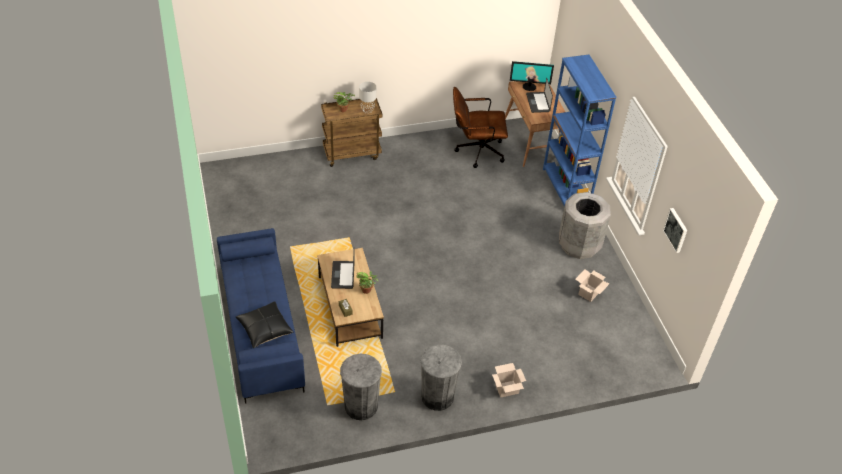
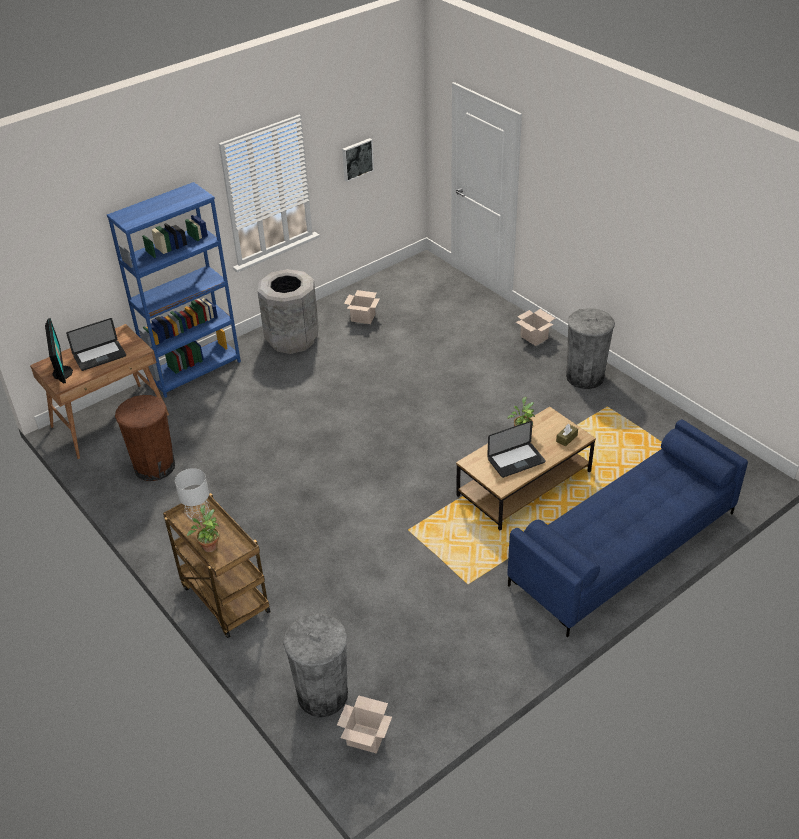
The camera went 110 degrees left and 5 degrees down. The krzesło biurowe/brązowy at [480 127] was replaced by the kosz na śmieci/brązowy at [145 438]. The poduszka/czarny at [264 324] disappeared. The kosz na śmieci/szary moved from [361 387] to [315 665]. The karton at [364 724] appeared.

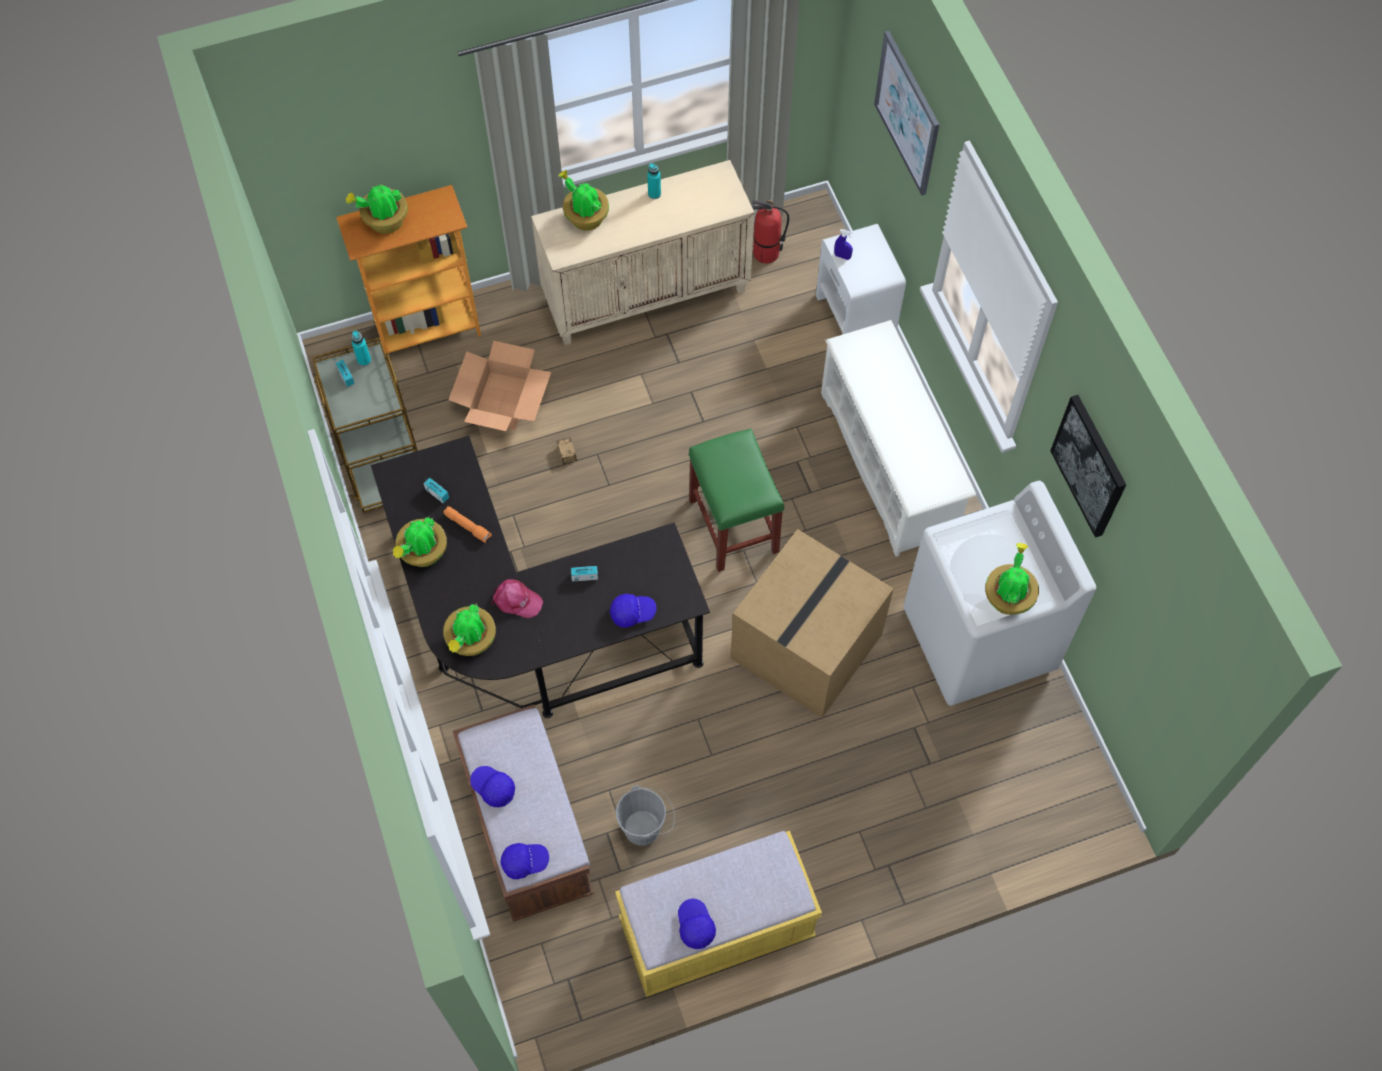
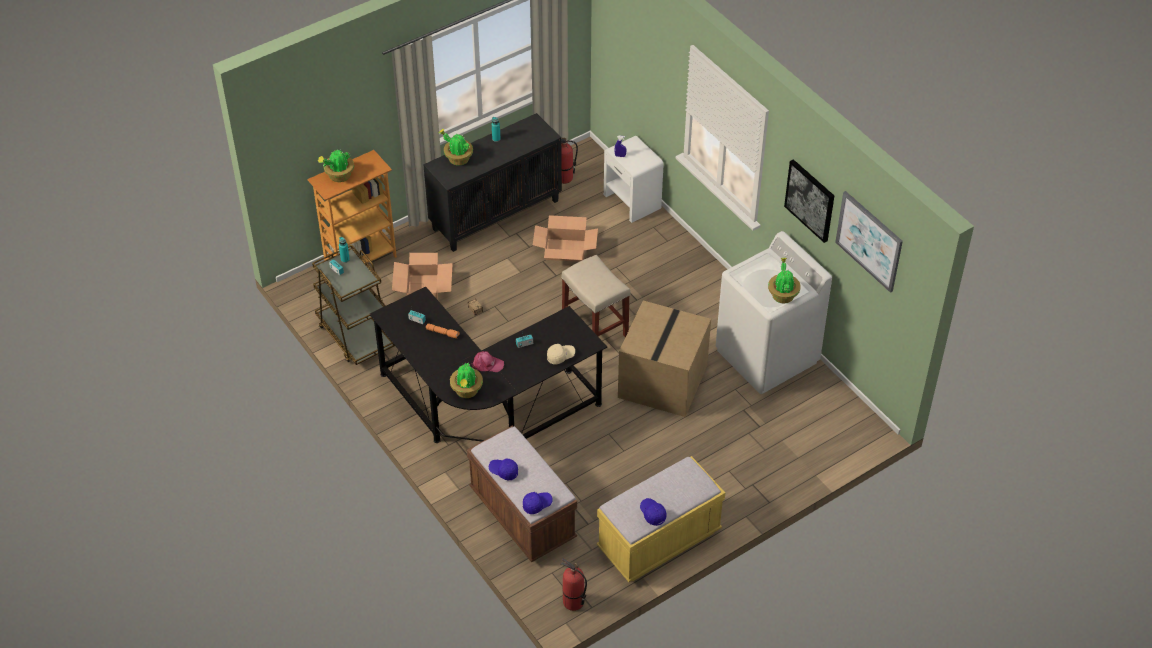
The camera went 15 degrees left and 15 degrees down. The obraz moved from [906 113] to [869 242]. The szafka/beżowy at [642 252] became the szafka/czarny at [492 182]. The regał na buty/biały at [899 438] disappeared. The stołek/zielony at [736 500] became the stołek/beżowy at [596 296]. The roślina doniczkowa at [420 542] disappeared. The czapka z daszkiem/niebieski at [633 611] became the czapka z daszkiem/beżowy at [561 354]. The wiadro/szary at [645 815] disappeared. The karton at [565 238] appeared. The gaśnica at [574 584] appeared.

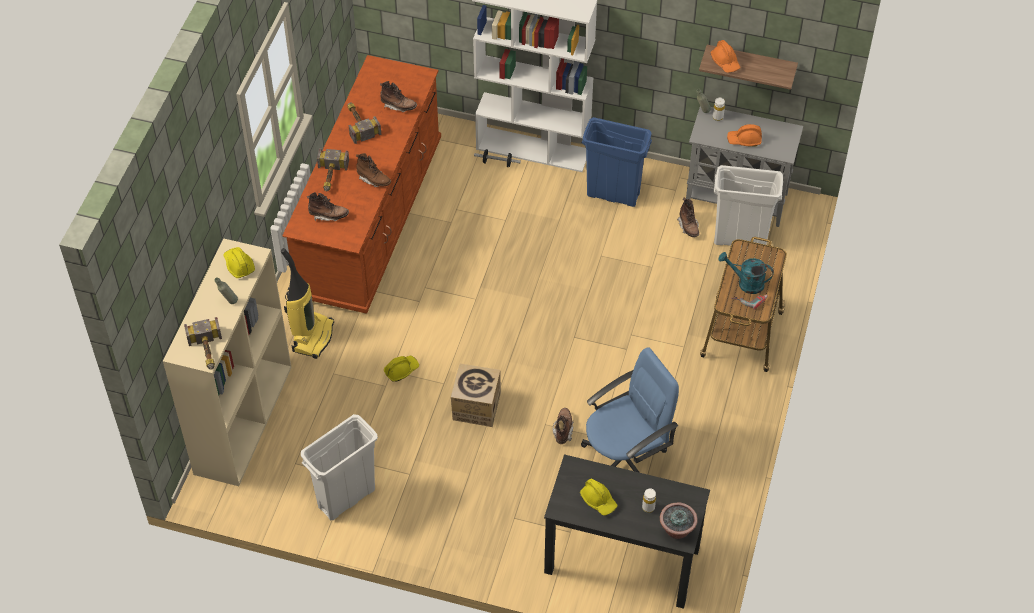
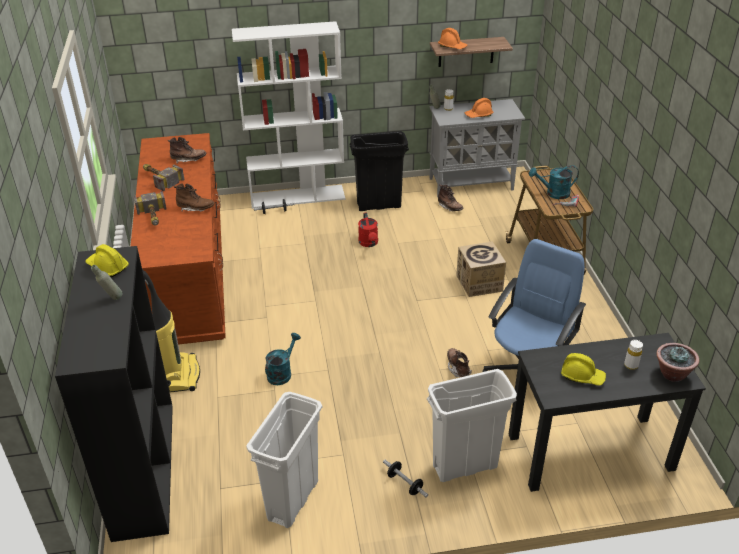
The camera went 25 degrees left and 15 degrees down. The kosz na śmieci/niebieski at [616 162] became the kosz na śmieci/czarny at [379 171]. The kosz na śmieci/biały moved from [748 206] to [472 425]. The but z cholewką/brązowy at [328 207] disappeared. The regał/beżowy at [227 362] became the regał/czarny at [114 394]. The młotek at [203 343] disappeared. The kask/żółty at [401 369] was replaced by the konewka/turkusowy at [283 359]. The karton moved from [476 395] to [481 269]. The konewka/czerwony at [368 229] appeared. The hantel at [405 479] appeared.

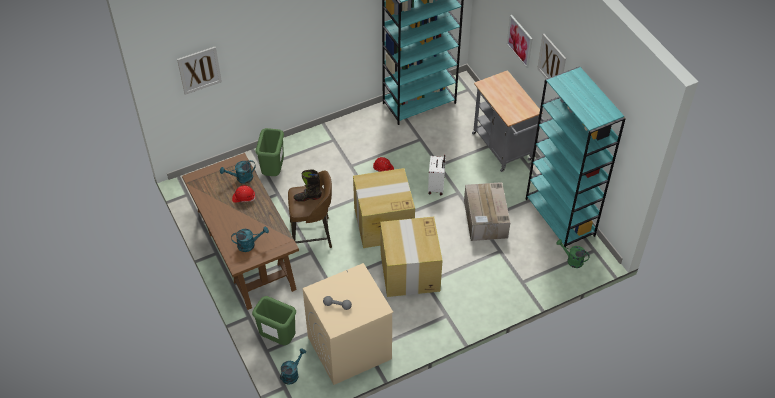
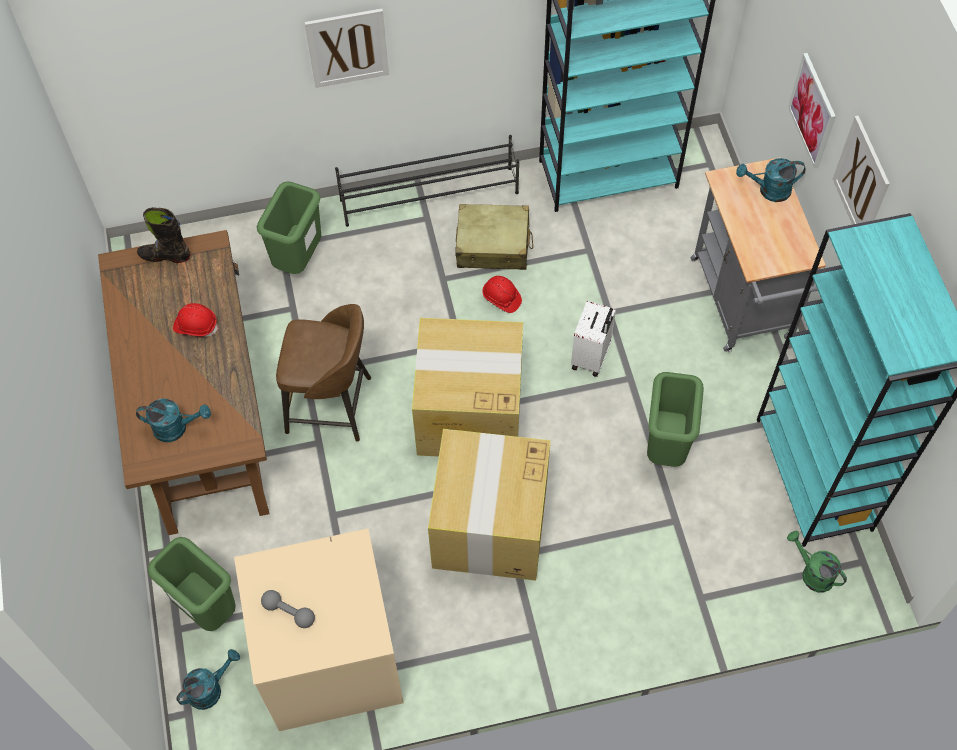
The camera went 15 degrees right and 10 degrees up. The obraz moved from [199 71] to [347 48]. The konewka/turkusowy moved from [238 172] to [771 180]. The but z cholewką/czarny moved from [308 185] to [163 235]. The karton at [487 211] was replaced by the kosz na śmieci/zielony at [675 419]. The regał na buty/czarny at [427 181] appeared. The walizka/beżowy at [494 237] appeared.

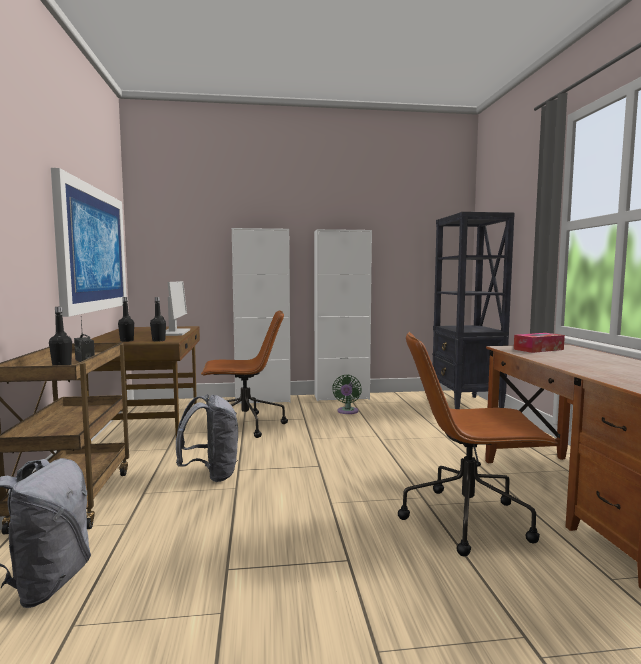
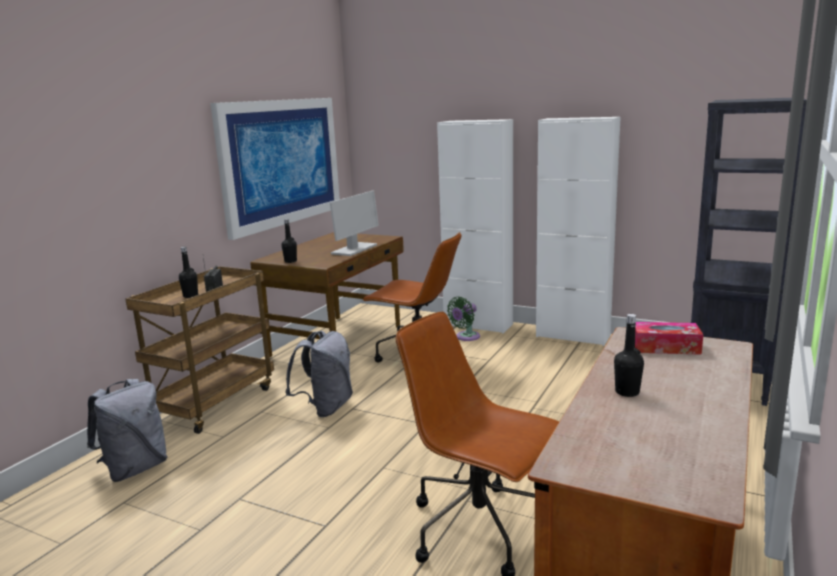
The camera went 35 degrees right and 10 degrees up. The butelka/czarny moved from [158 319] to [629 355]. The wentylator/zielony moved from [347 394] to [463 319].

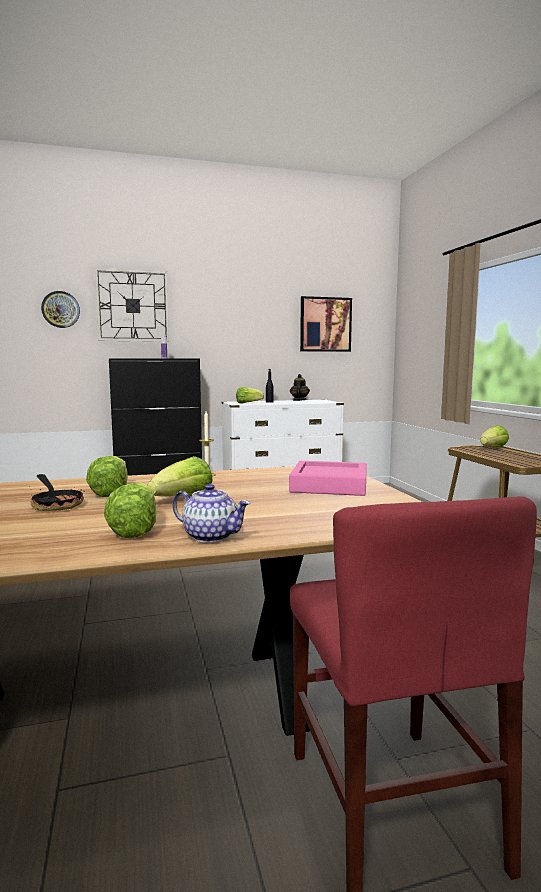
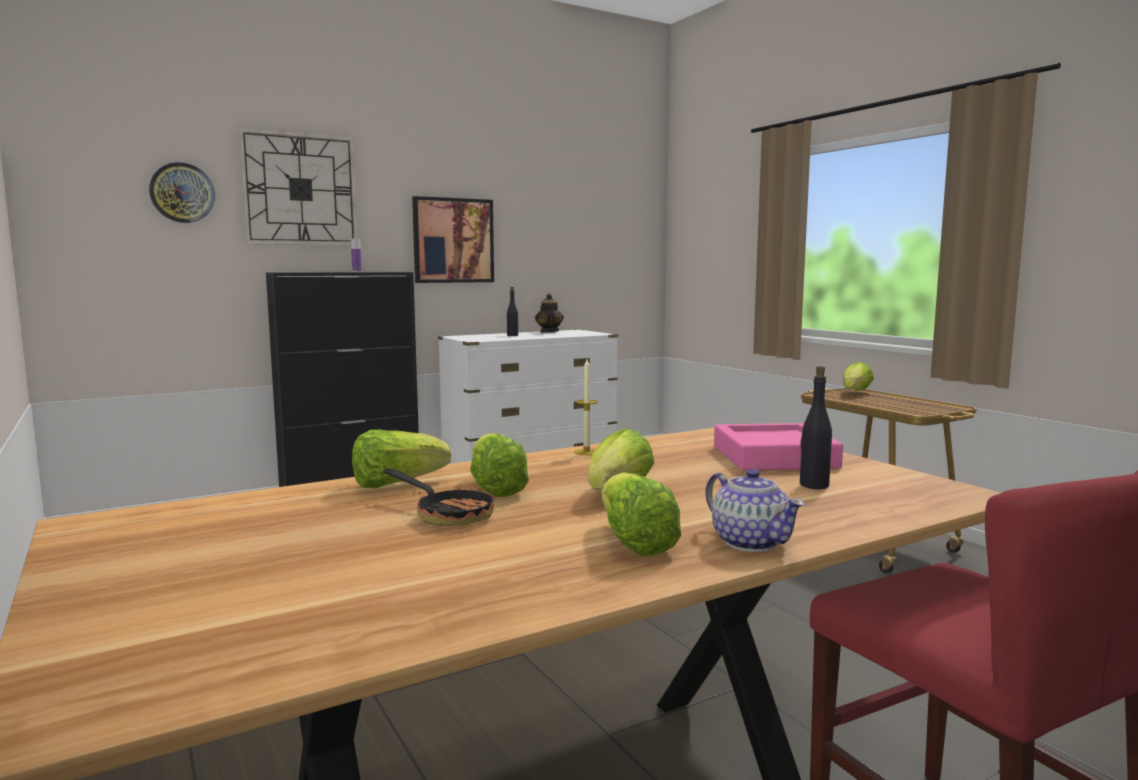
The camera went 15 degrees left and 0 degrees up. The obraz moved from [326 324] to [453 239]. The sałata moved from [250 395] to [401 459]. The imbryk at [211 513] turned 45 degrees clockwise. The butelka/czarny at [816 427] appeared.

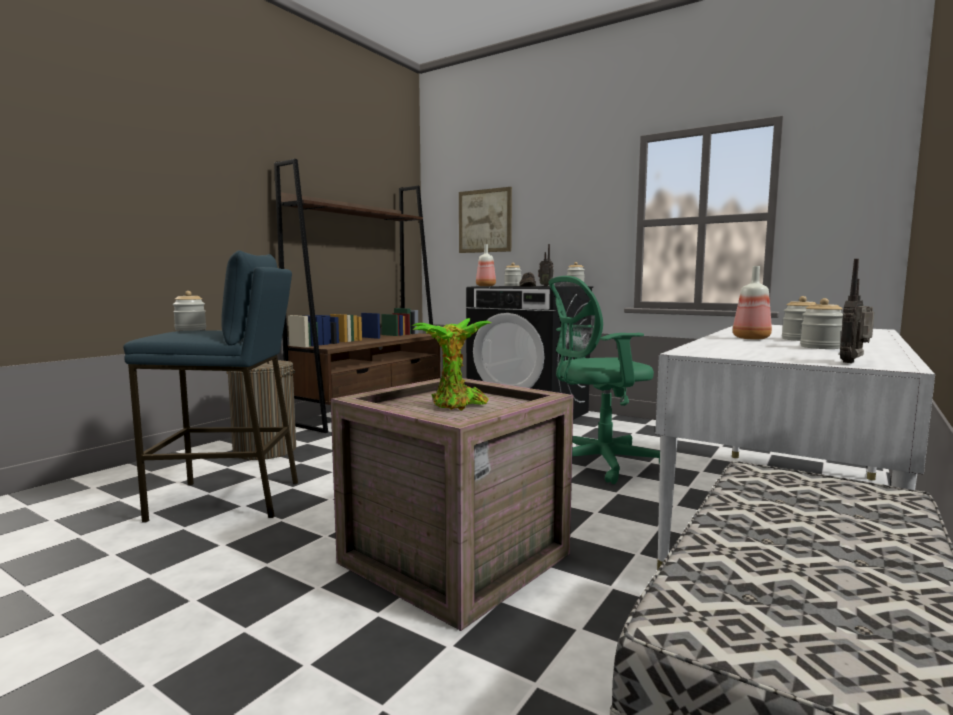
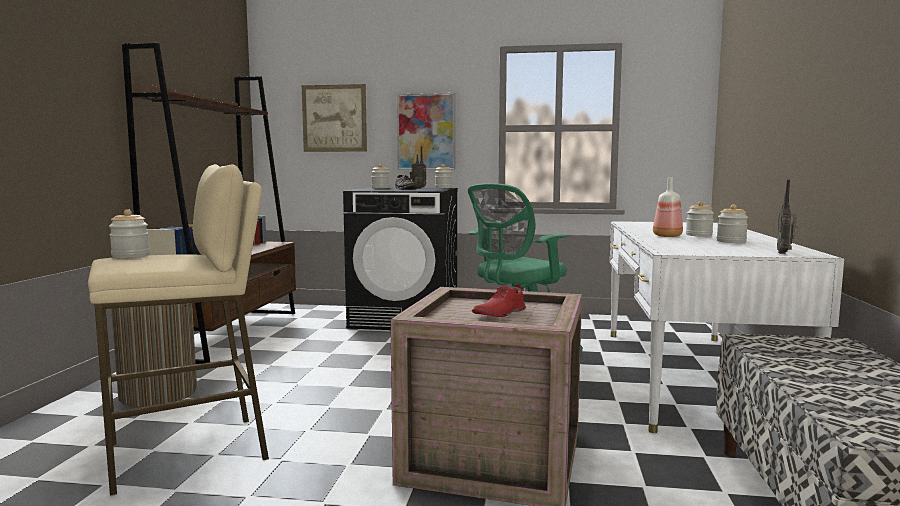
The camera went 25 degrees left and 0 degrees up. The butelka at [486 265] disappeared. The stołek/niebieski at [210 386] became the stołek/beżowy at [178 330]. The roślina doniczkowa at [452 364] was replaced by the but/czerwony at [499 300]. The obraz at [426 131] appeared.

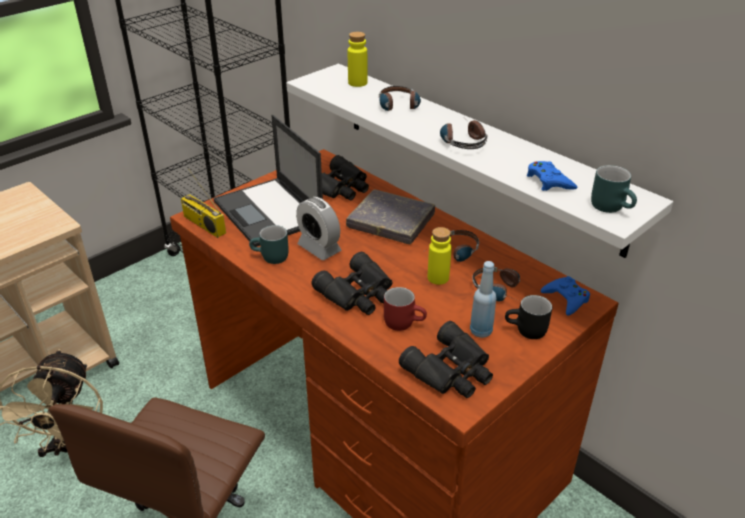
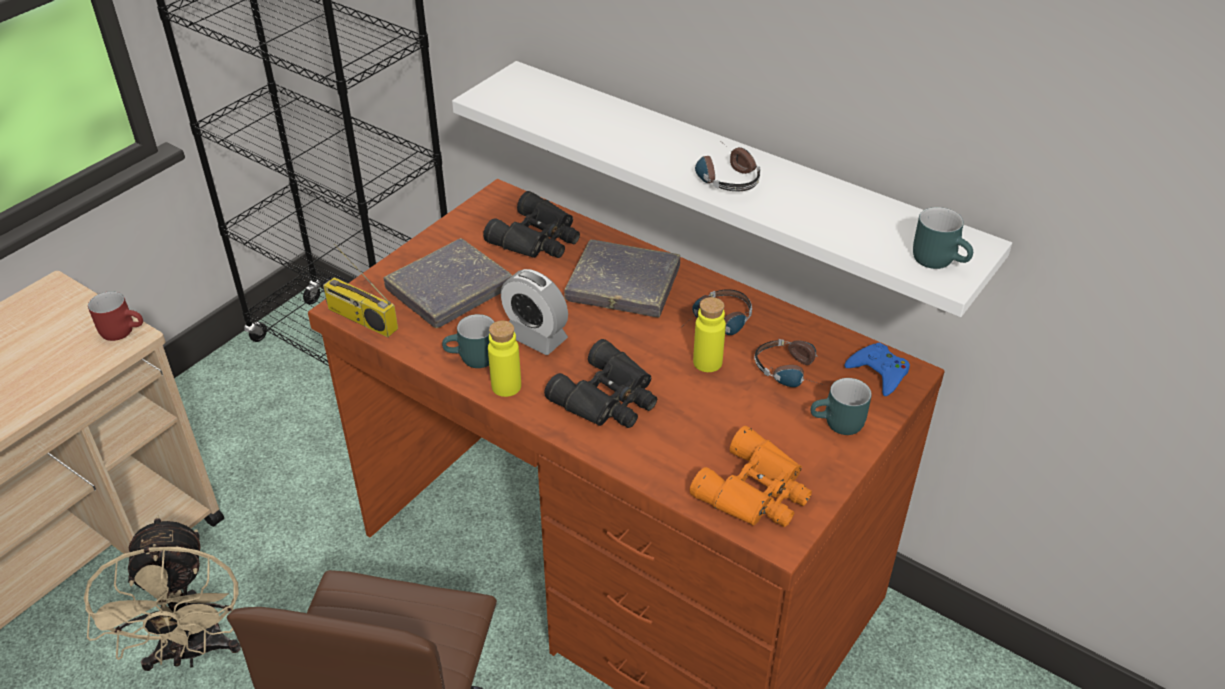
The camera went 10 degrees left and 5 degrees up. The butelka/żółty moved from [357 59] to [504 359]. The słuchawki at [400 98] disappeared. The laptop at [268 181] was replaced by the książka/szary at [447 283]. The pad do gier/niebieski at [552 176] disappeared. The butelka/niebieski at [483 299] disappeared. The kubek/czerwony moved from [405 309] to [115 316]. The kubek/czarny at [528 317] became the kubek/turkusowy at [841 406]. The lornetka/czarny at [446 359] became the lornetka/pomarańczowy at [751 476].

